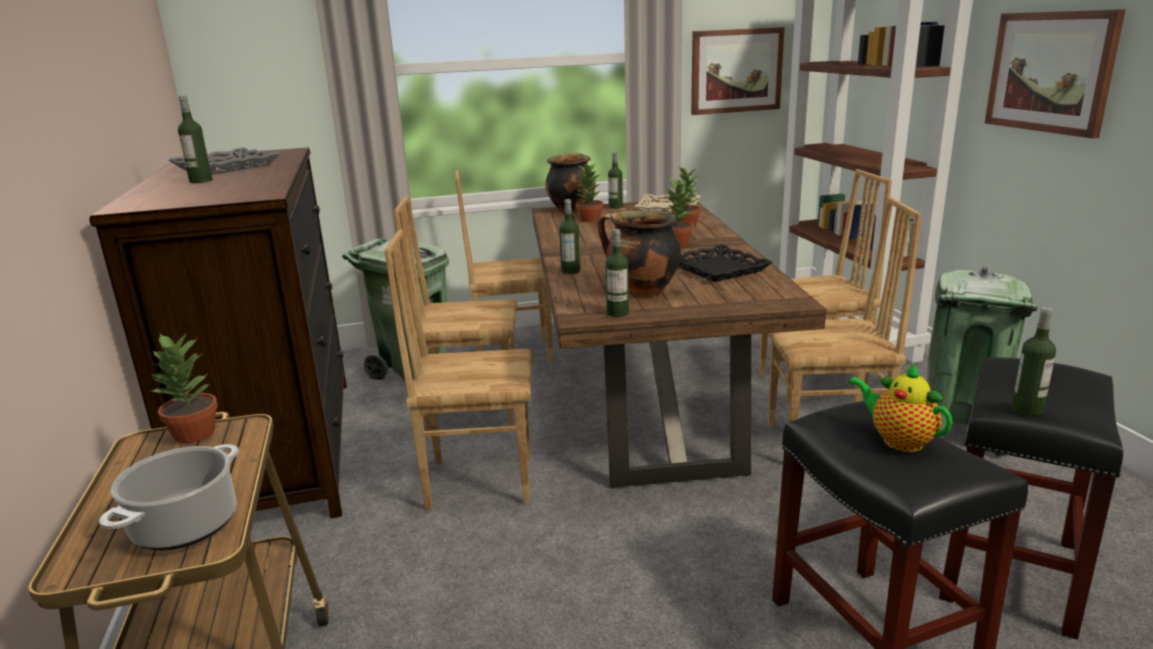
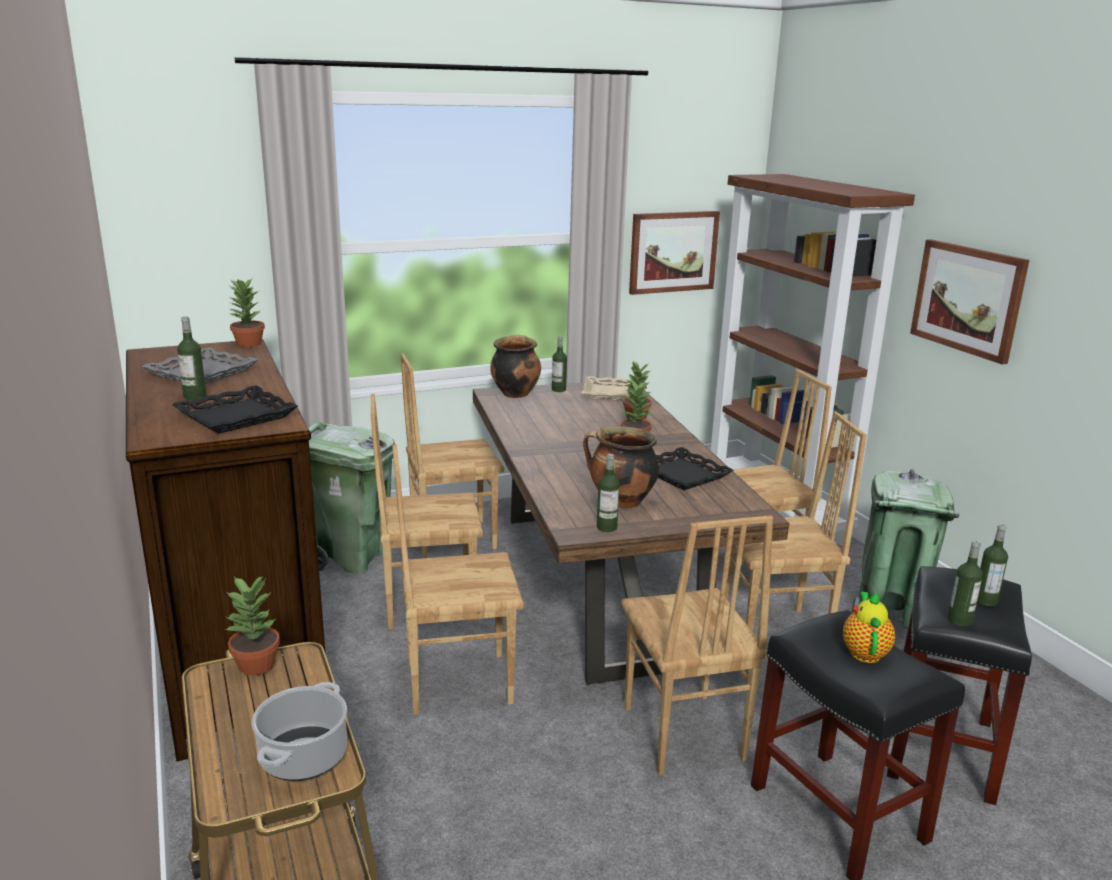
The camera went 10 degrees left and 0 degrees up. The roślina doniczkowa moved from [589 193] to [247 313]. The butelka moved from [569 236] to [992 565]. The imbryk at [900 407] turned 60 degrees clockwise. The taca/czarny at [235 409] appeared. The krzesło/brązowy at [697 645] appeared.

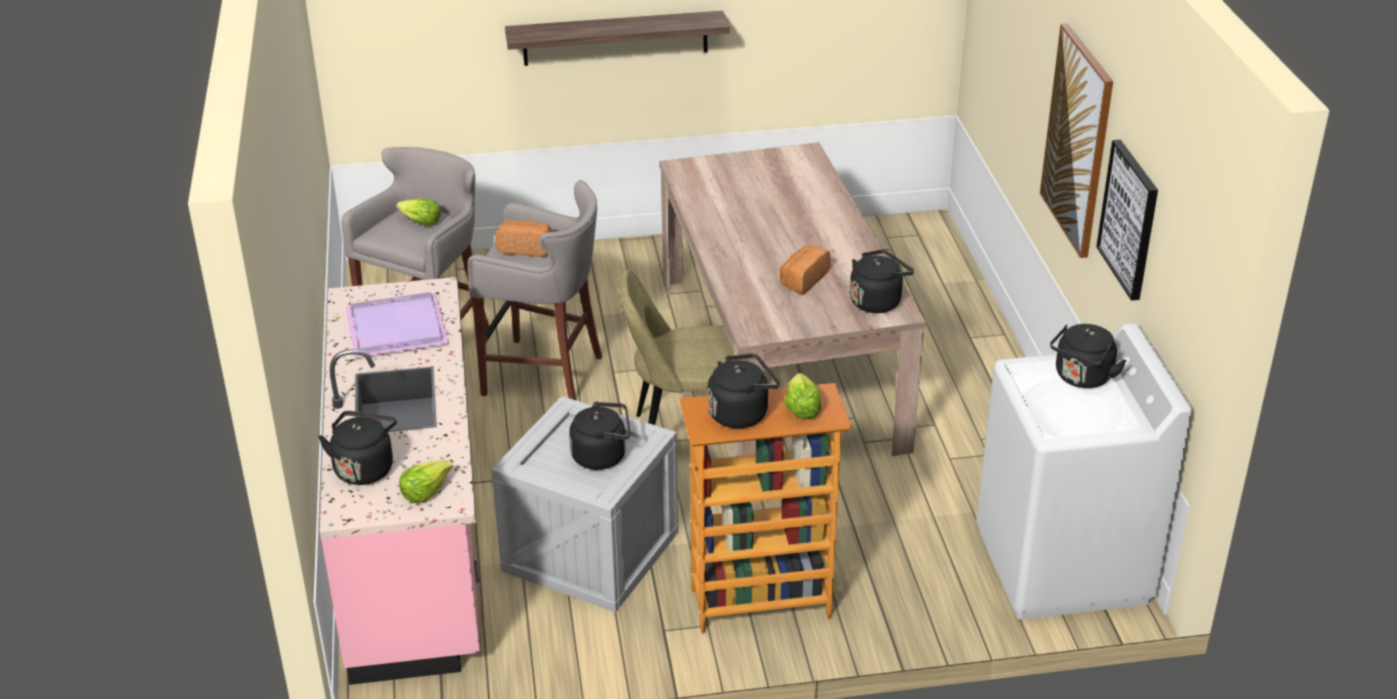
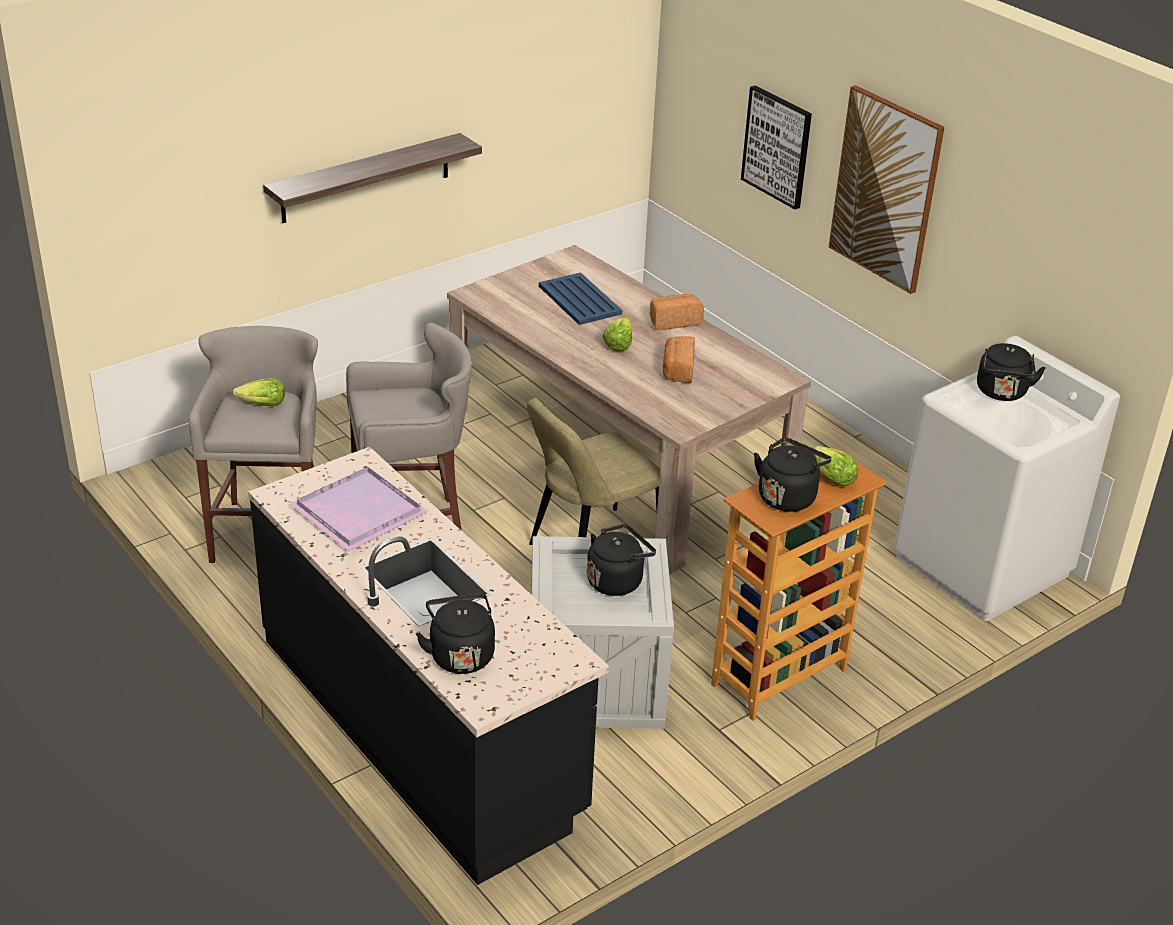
The camera went 30 degrees left and 0 degrees up. The obraz moved from [1127 220] to [776 147]. The chleb moved from [523 238] to [677 312]. The czajnik/czarny at [882 281] disappeared. The zabudowa kuchenna/różowy at [400 481] became the zabudowa kuchenna/czarny at [428 666]. The sałata moved from [426 481] to [617 334]. The taca/niebieski at [580 298] appeared.

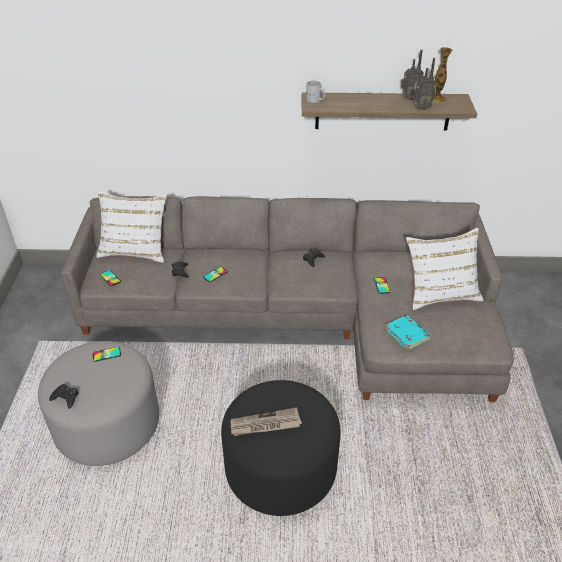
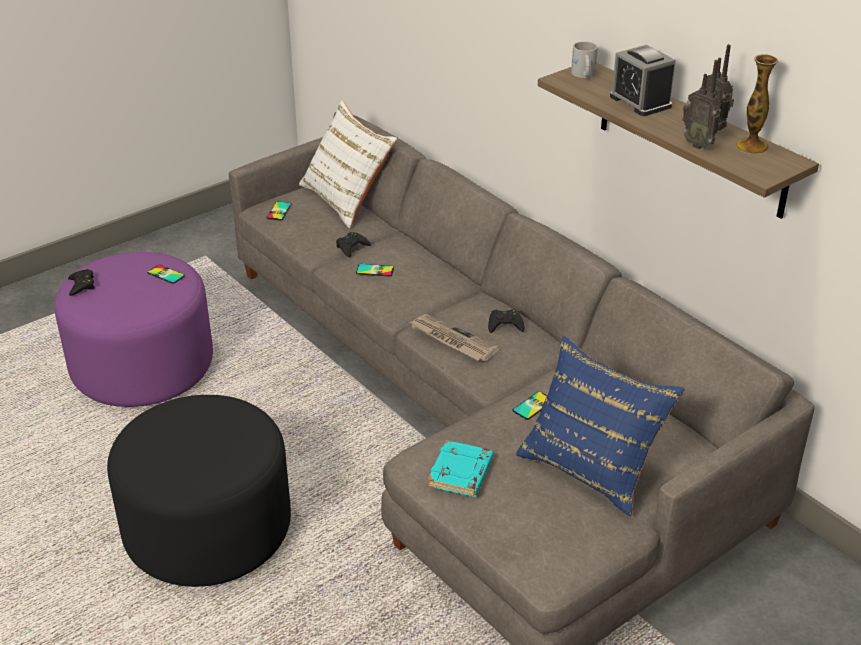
The camera went 50 degrees right and 5 degrees down. The poduszka/biały at [445 269] became the poduszka/niebieski at [600 426]. The pufa/szary at [98 403] became the pufa/fioletowy at [133 329]. The gazeta moved from [266 421] to [454 337]. The budzik at [643 80] appeared.

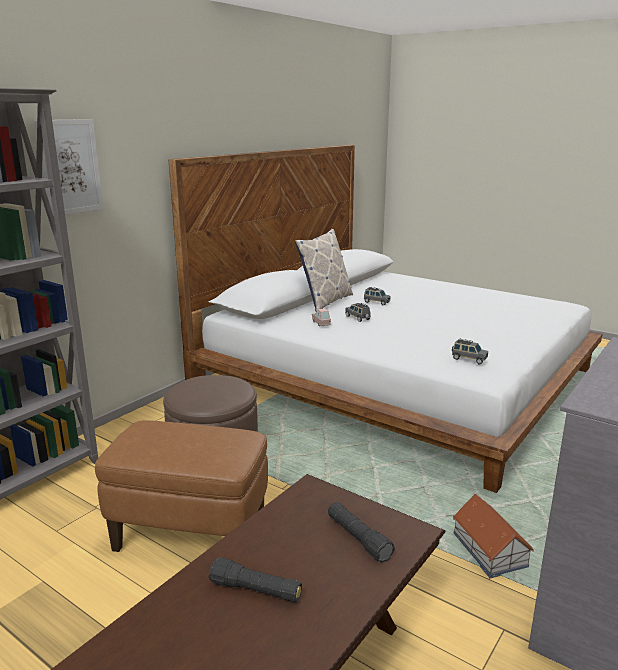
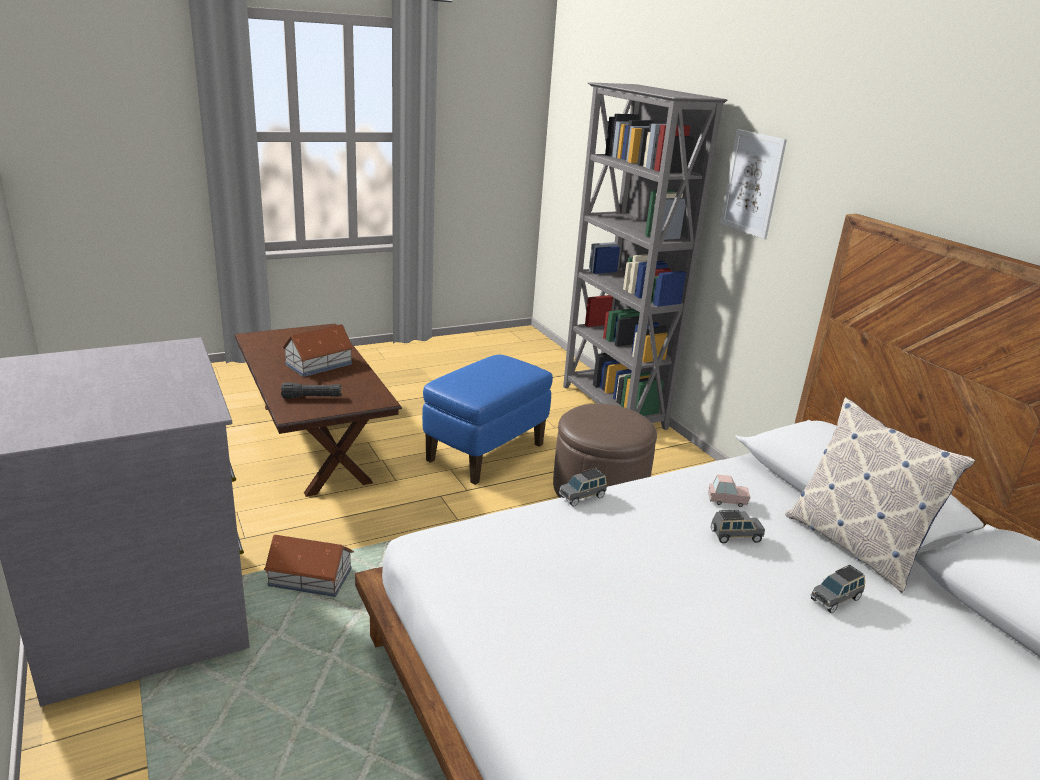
The camera went 115 degrees right and 5 degrees up. The samochodzik/szary moved from [470 351] to [583 487]. The pufa/brązowy at [181 486] became the pufa/niebieski at [487 420]. The latarka/czarny at [255 579] was replaced by the domek at [318 350].

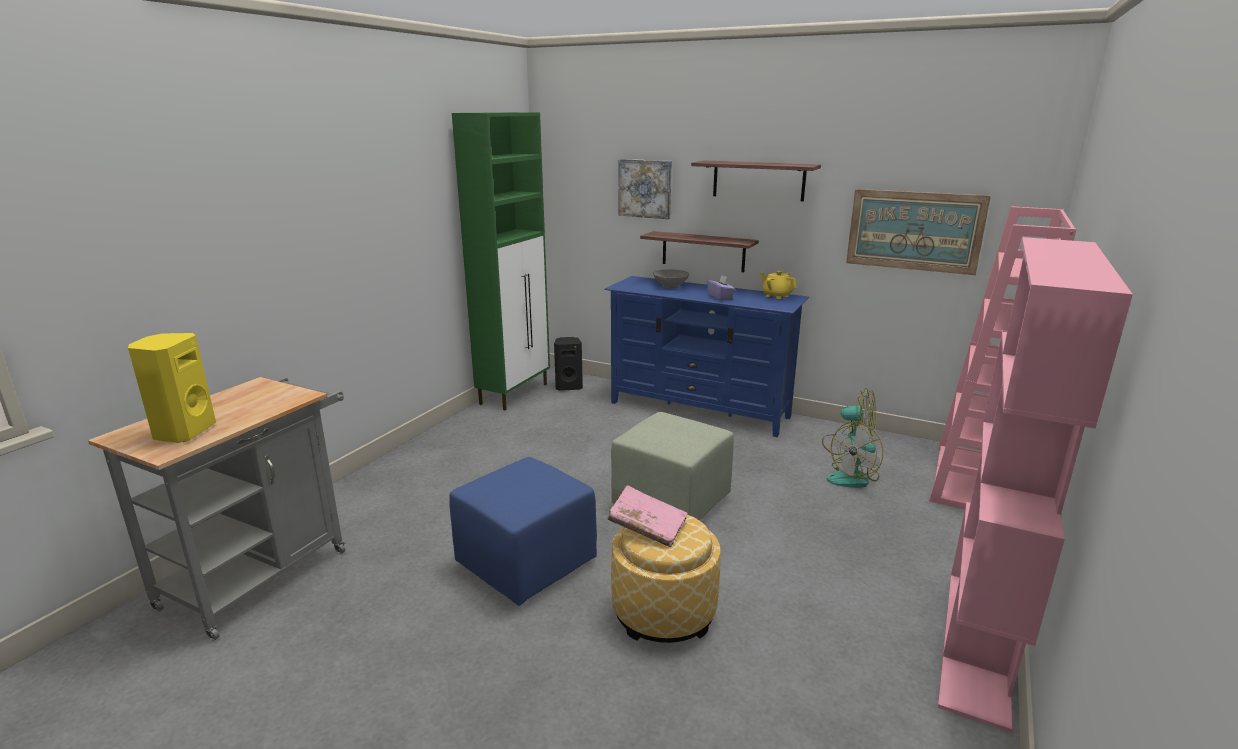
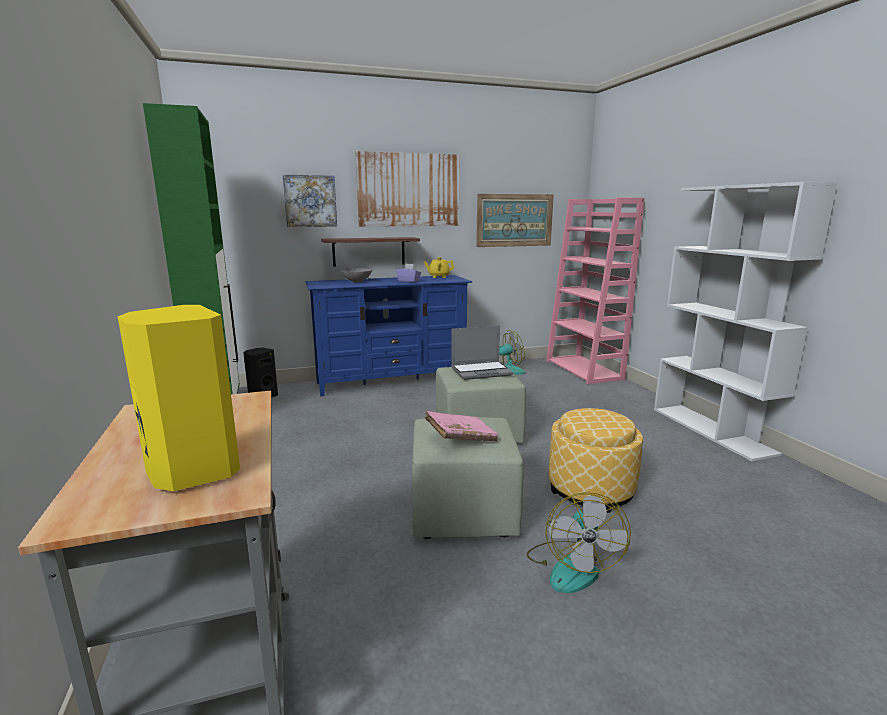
The camera went 45 degrees left and 5 degrees down. The półka at [756 181] was replaced by the obraz at [407 189]. The regał/różowy at [1035 485] became the regał/biały at [746 321]. The wentylator moved from [855 455] to [579 542]. The pufa/niebieski at [523 531] became the pufa/zielony at [468 478]. The książka/różowy moved from [647 516] to [461 426]. The laptop at [482 353] appeared.

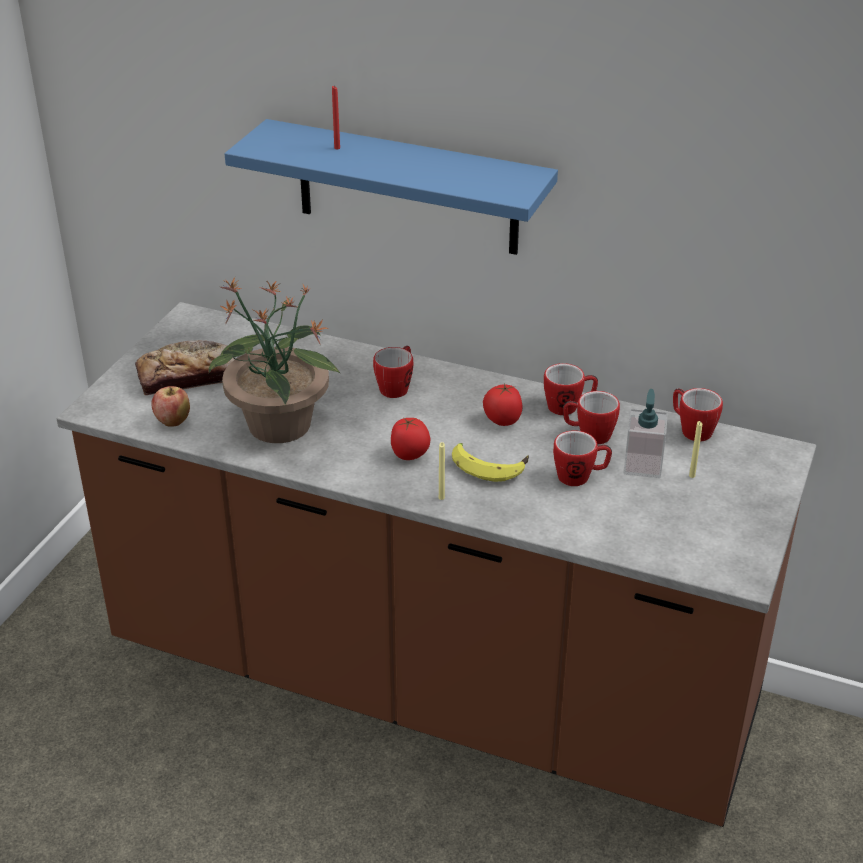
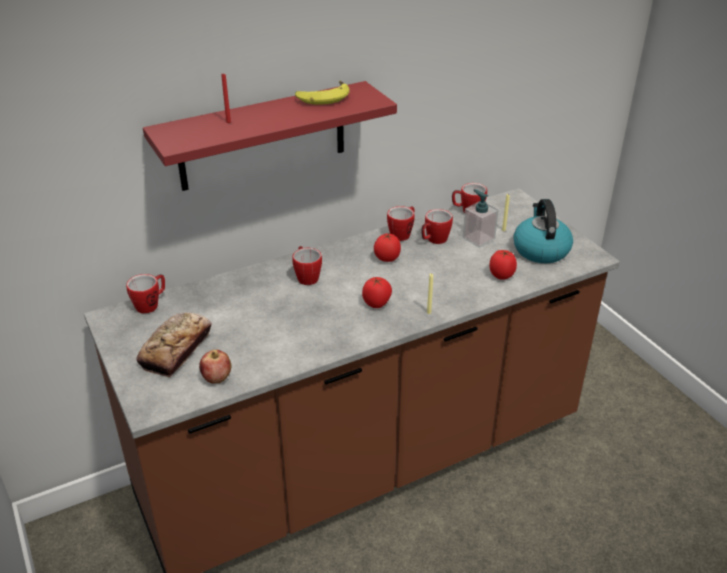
The camera went 50 degrees left and 0 degrees up. The półka/niebieski at [391 187] became the półka/czerwony at [270 136]. The roślina doniczkowa at [274 360] disappeared. The kubek moved from [582 458] to [145 294]. The banan moved from [490 462] to [322 93]. The czajnik at [543 231] appeared. The pomidor at [503 265] appeared.

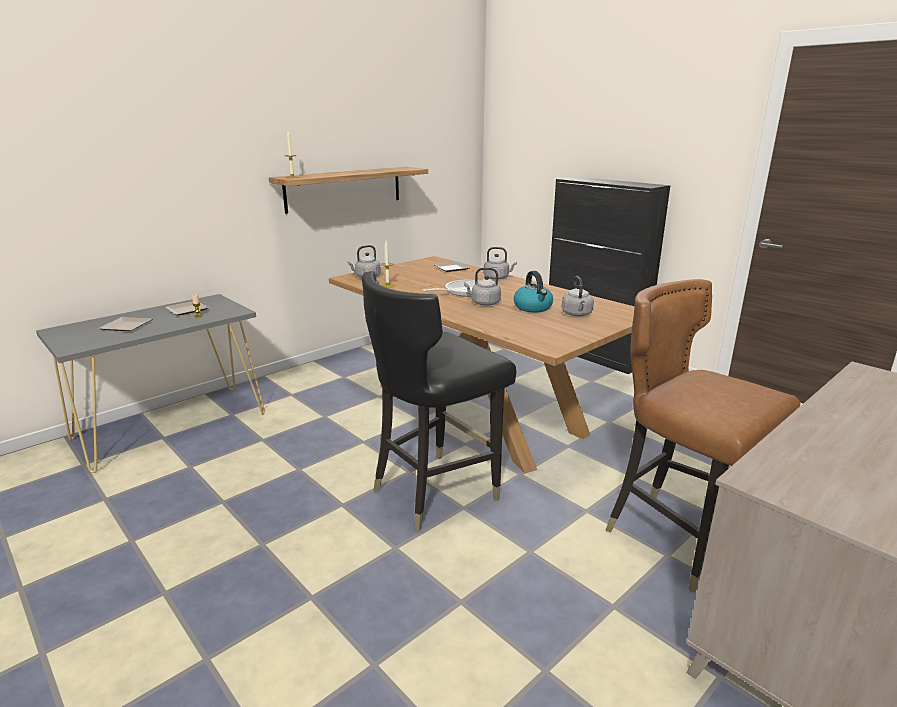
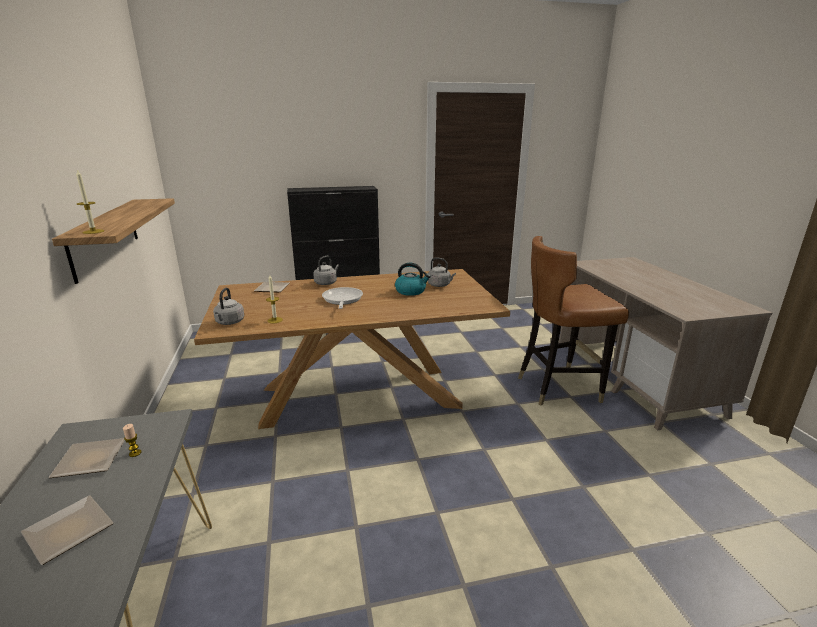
The camera went 60 degrees left and 0 degrees up. The czajnik/szary at [482 286] disappeared. The krzesło/czarny at [439 401] disappeared.

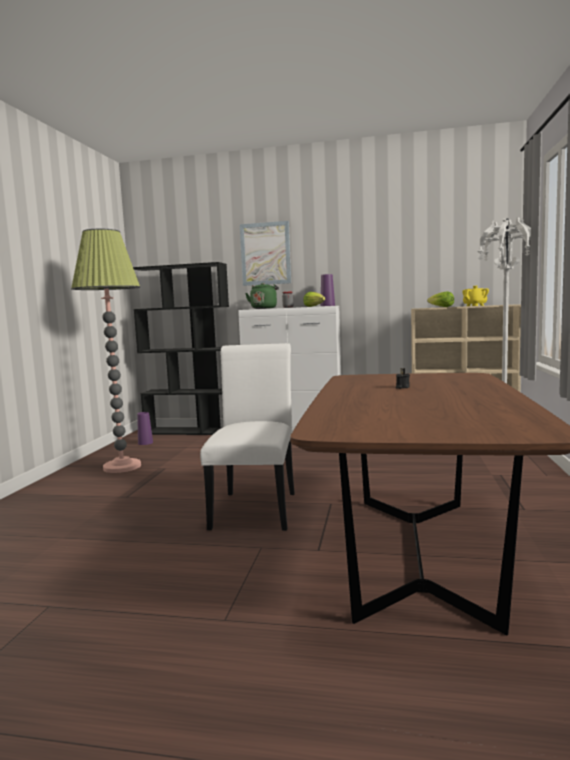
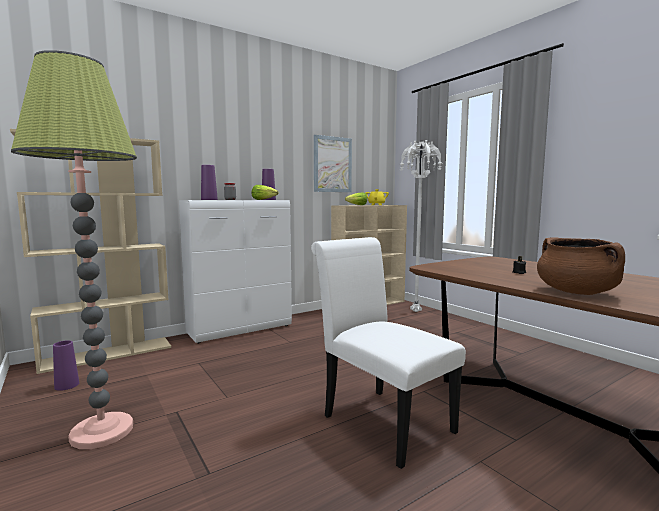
The camera went 45 degrees left and 0 degrees up. The obraz moved from [265 253] to [333 163]. The regał/czarny at [181 348] became the regał/beżowy at [90 251]. The czajnik/zielony at [262 296] was replaced by the wazon/fioletowy at [209 182]. The garnek/brązowy at [581 266] appeared.

